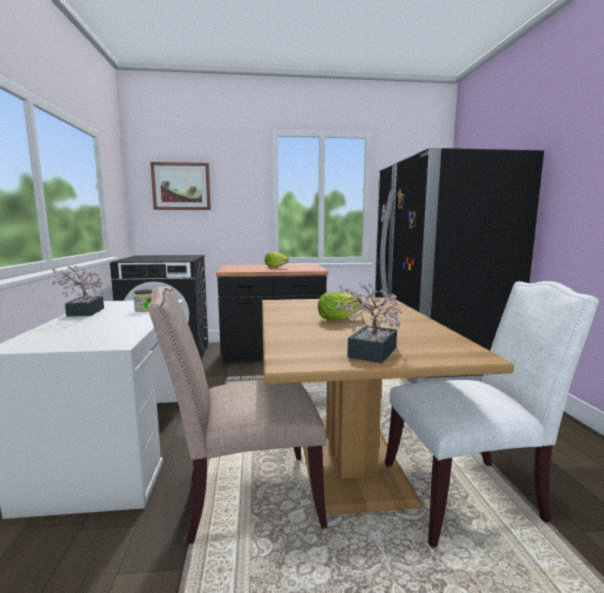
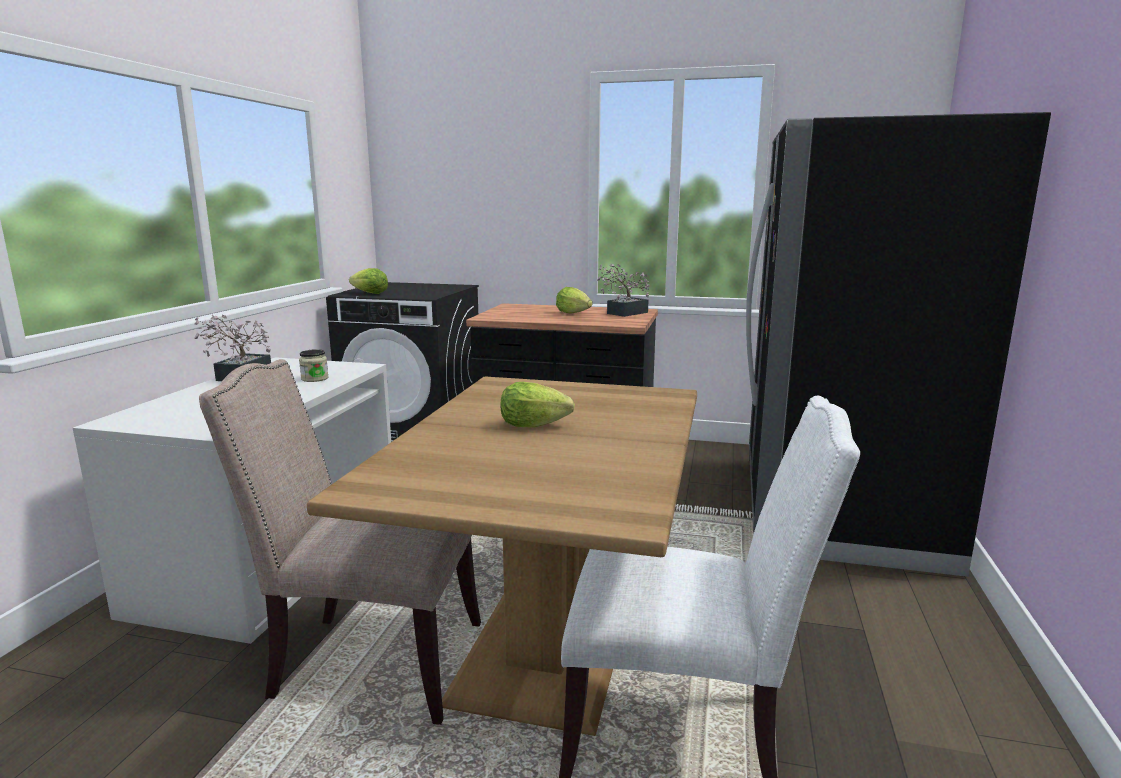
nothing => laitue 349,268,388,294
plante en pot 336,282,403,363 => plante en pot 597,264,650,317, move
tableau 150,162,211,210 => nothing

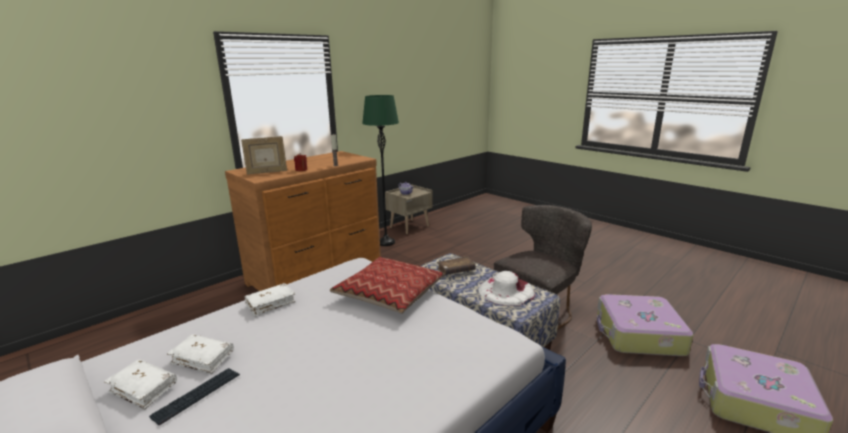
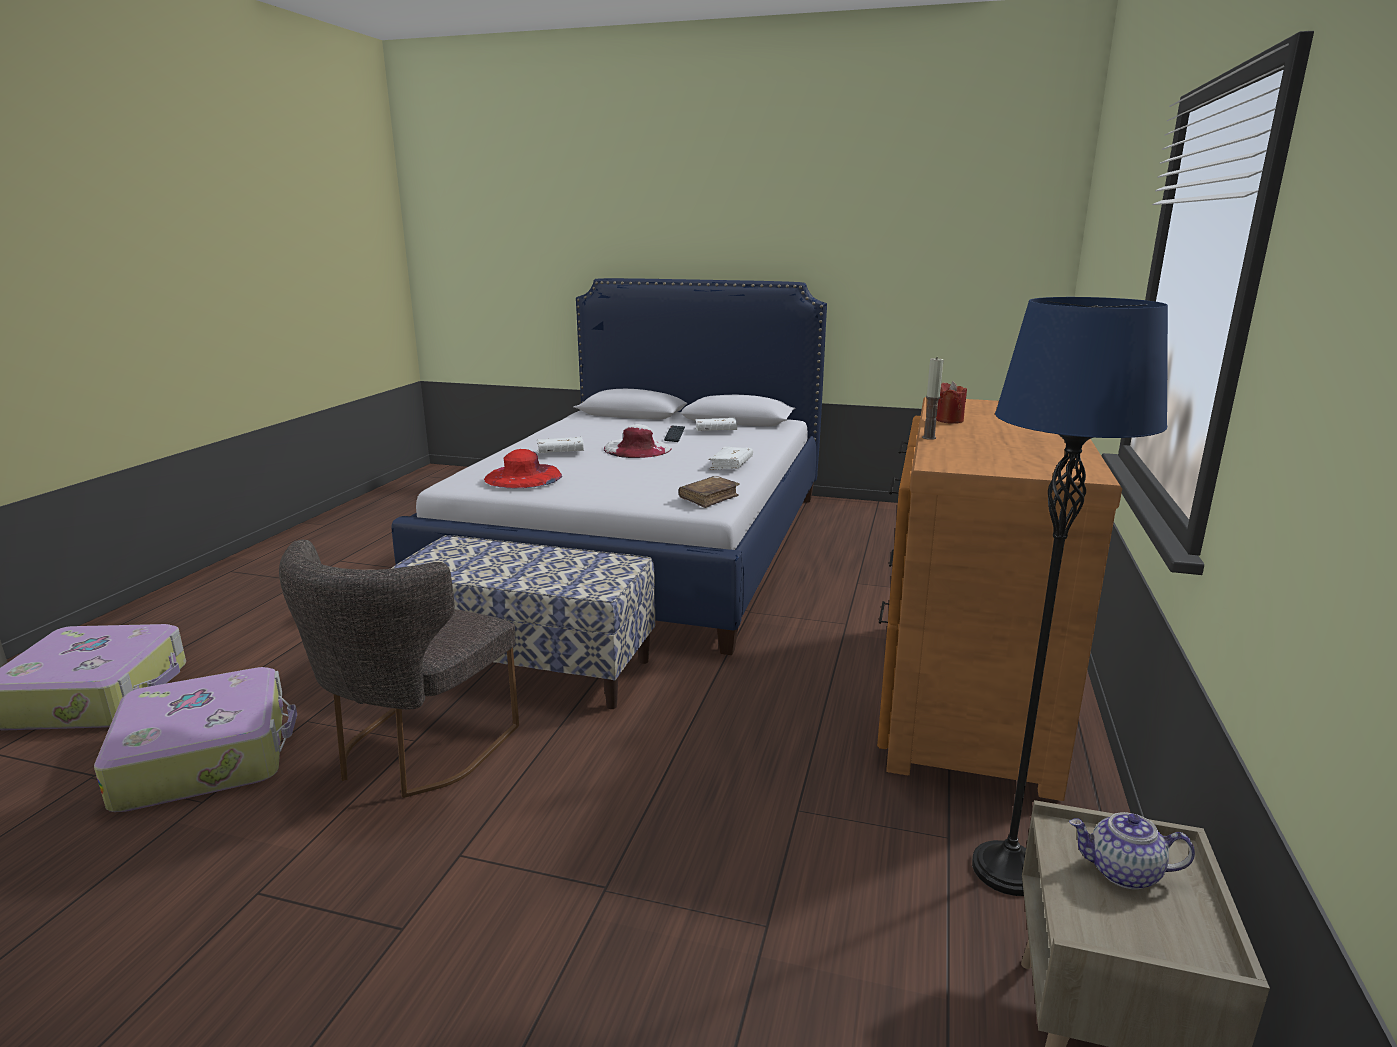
nothing => chapeau (rouge) 484,449,562,488
livre (blanc) 167,334,234,374 => livre (blanc) 537,437,584,453, move
chapeau (blanc) 479,271,535,306 => chapeau (blanc) 604,424,672,458, move
livre (marron) 437,256,476,275 => livre (marron) 679,476,740,508, move
lampadaire (vert) 362,95,399,246 => lampadaire (bleu) 972,297,1168,896
cadre photo 241,136,287,174 => nothing
coussin 330,257,445,314 => nothing

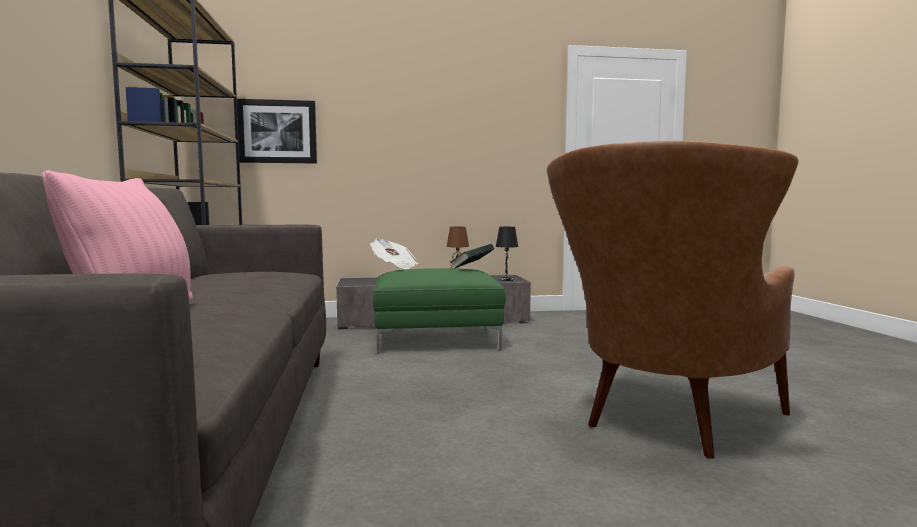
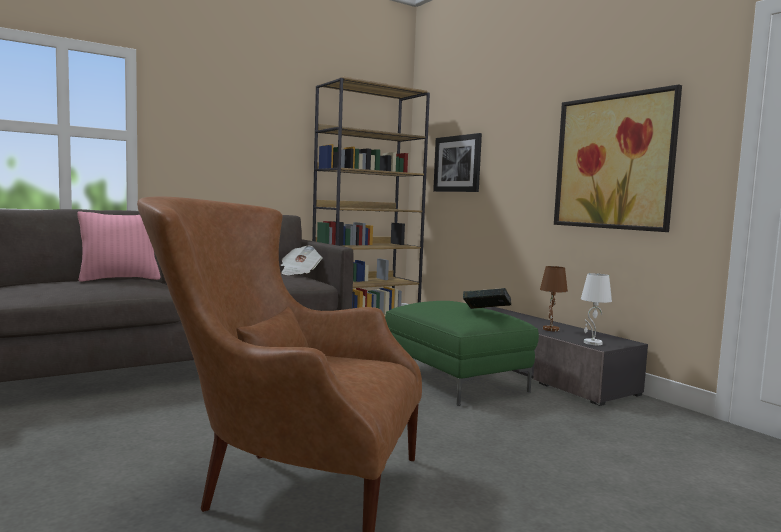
journal 370,239,419,269 => journal 280,246,323,275, move
nothing => tableau 554,84,682,232
lampe de table (noir) 496,227,518,281 => lampe de table (blanc) 581,273,612,345

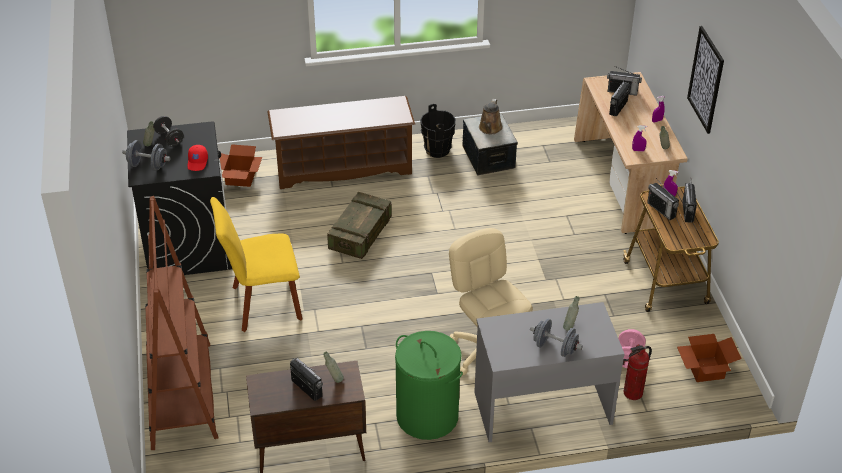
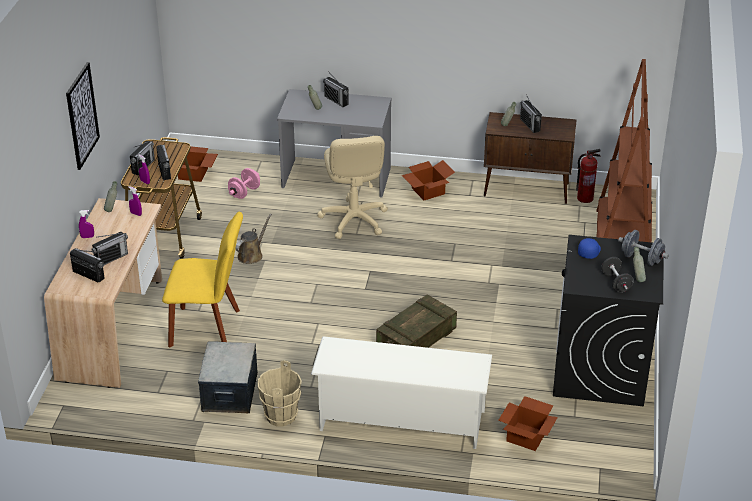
chaise (jaune) 210,197,302,332 => chaise (jaune) 162,212,243,347, move
arrosoir (marron) 479,99,503,134 => arrosoir (marron) 236,214,272,264, move
seau (noir) 420,104,456,158 => seau (beige) 257,360,302,427
étagère à chaussures (marron) 267,96,415,189 => étagère à chaussures (blanc) 311,336,492,449
haltère (gris) 530,319,583,357 => radio 323,71,349,107
panier à linge (vert) 395,331,463,440 => carton 402,160,455,200
extincteur 623,344,652,400 => extincteur 576,149,601,203, move
casquette (rouge) 188,145,208,171 => casquette (bleu) 578,238,601,259

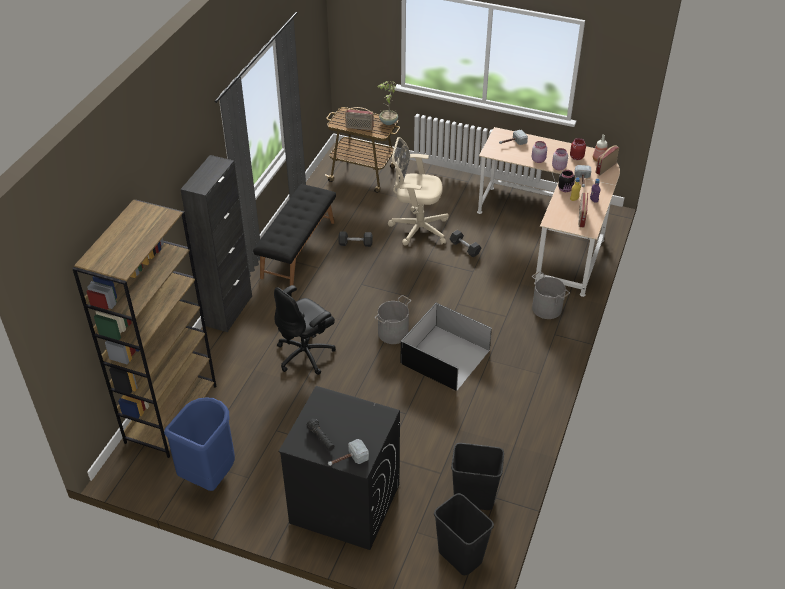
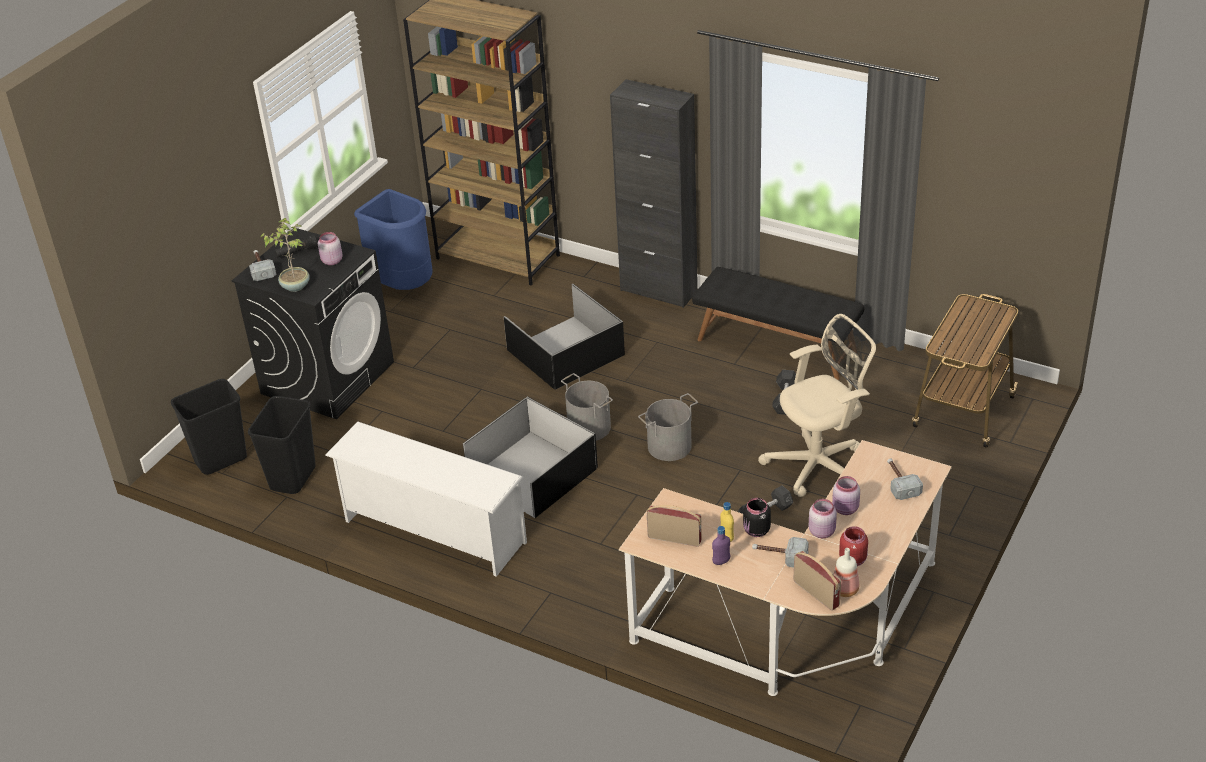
plante en pot 378,81,398,125 => plante en pot 261,218,310,292, move
nothing => bocal (rose) 318,232,343,265
nothing => étagère à chaussures (blanc) 325,422,527,577
chaise de bureau (noir) 274,285,336,375 => boîte de rangement (noir) 504,284,625,390
seau (gris) 532,271,570,319 => seau (gris) 638,393,698,461, move
chaise de bureau (beige) 388,137,449,246 => chaise de bureau (beige) 758,314,876,497, 45 degrees clockwise
radio 345,107,374,130 => nothing

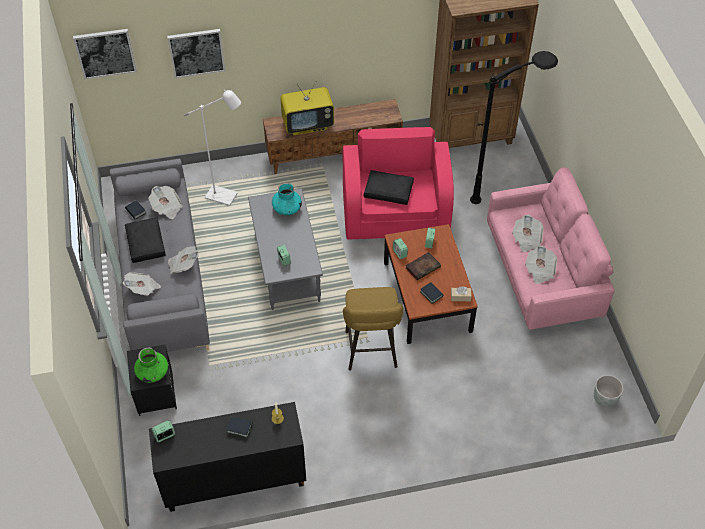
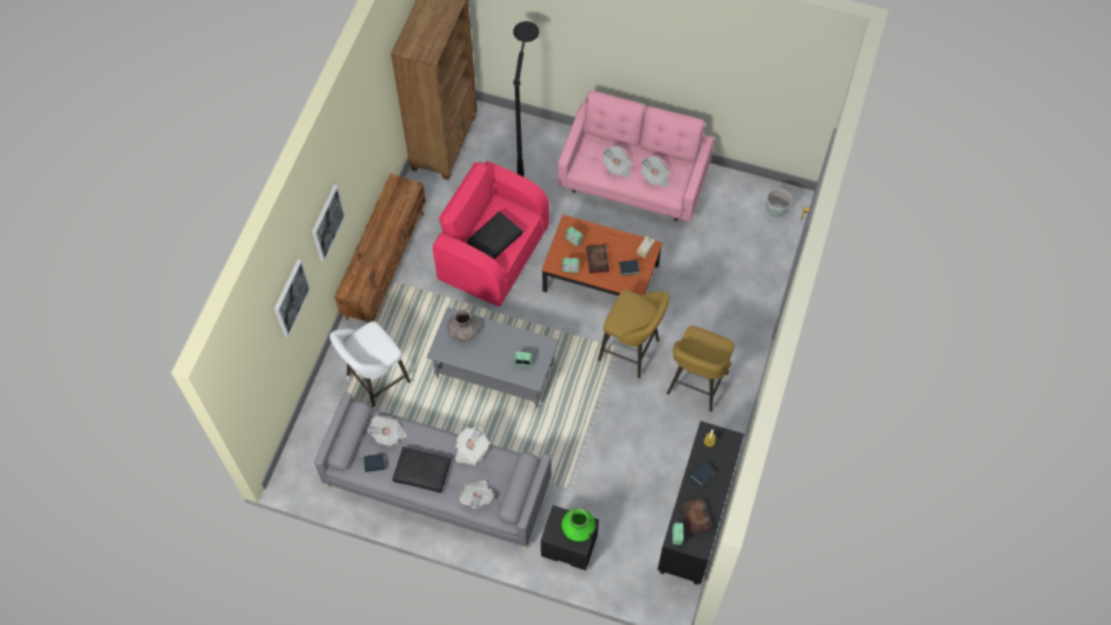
tableau 73,29,137,79 => tableau 312,185,346,262, move
lampadaire (blanc) 184,90,241,206 => tabouret (blanc) 330,321,412,409
vase (turquoise) 272,183,302,215 => vase (gris) 448,309,480,341
nothing => tabouret (jaune) 667,326,734,412
nothing => livre 682,498,712,535
téléviseur 280,81,334,135 => nothing

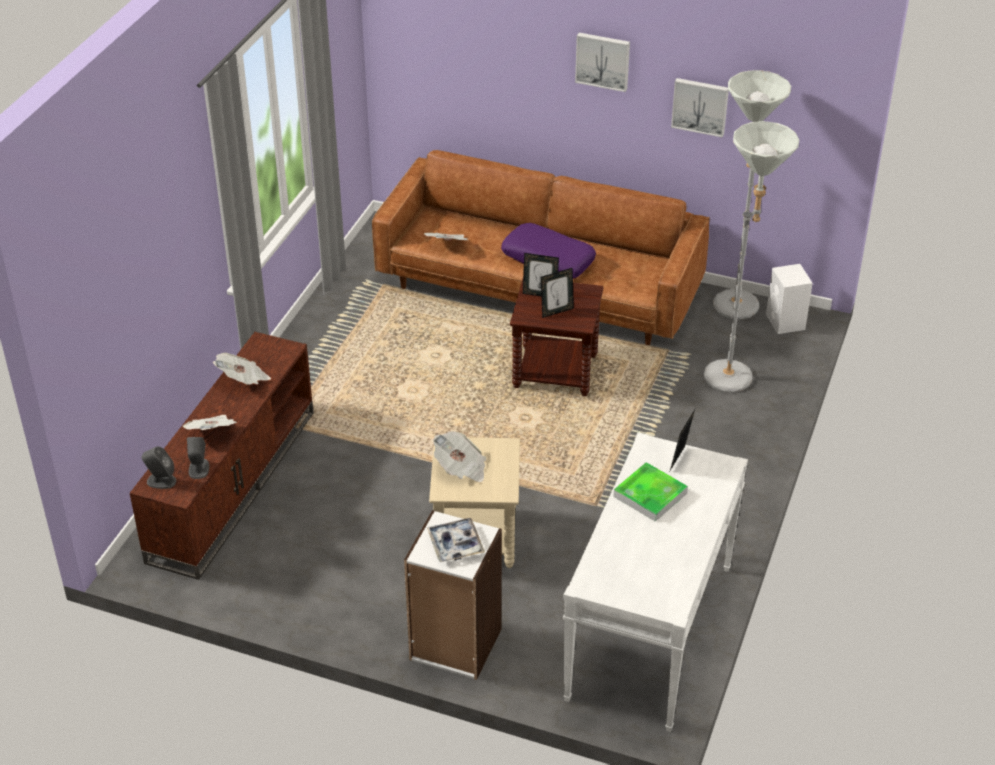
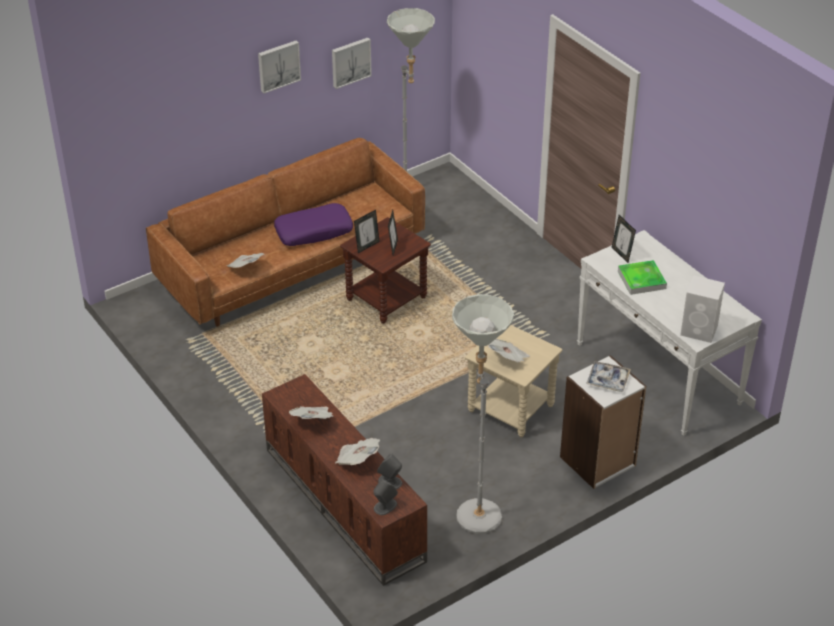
lampadaire (gris) 704,121,800,392 => lampadaire (gris) 452,294,514,534, move
enceinte (blanc) 766,264,813,334 => enceinte (blanc) 680,275,725,343, move

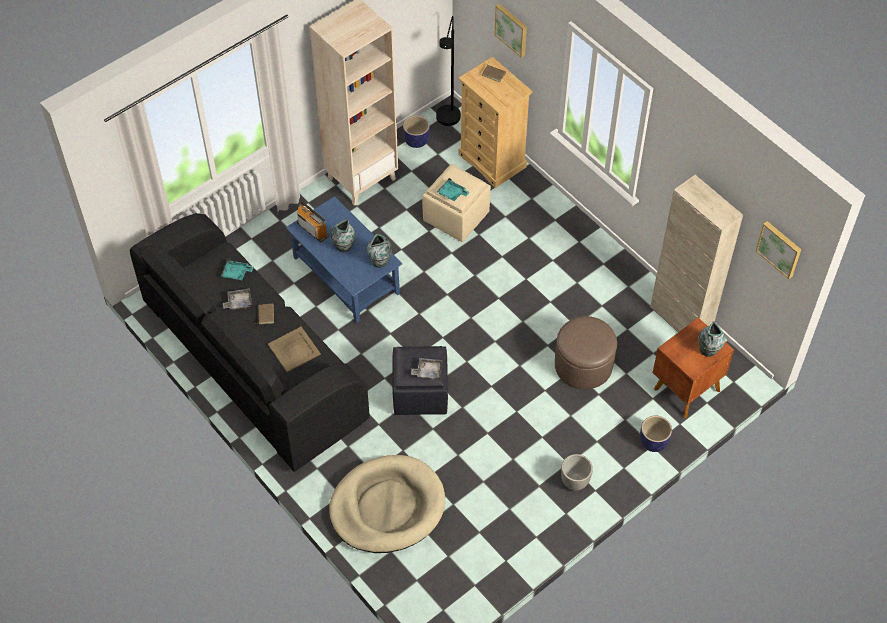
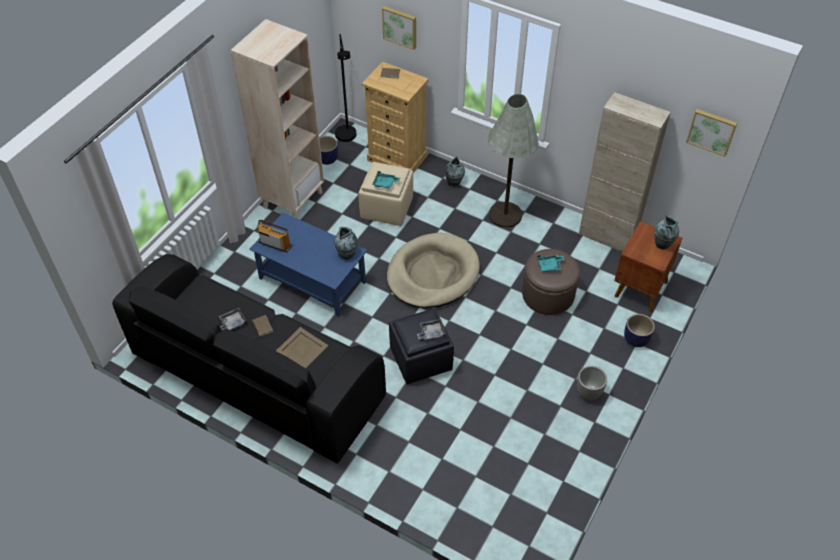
panier pour chien (beige) 329,455,445,553 => panier pour chien (beige) 387,233,480,308, move
vase 330,219,355,252 => vase 444,156,465,187, move
nothing => lampadaire (gris) 488,94,539,228
plateau (turquoise) 221,259,254,280 => plateau (turquoise) 537,255,565,272, move

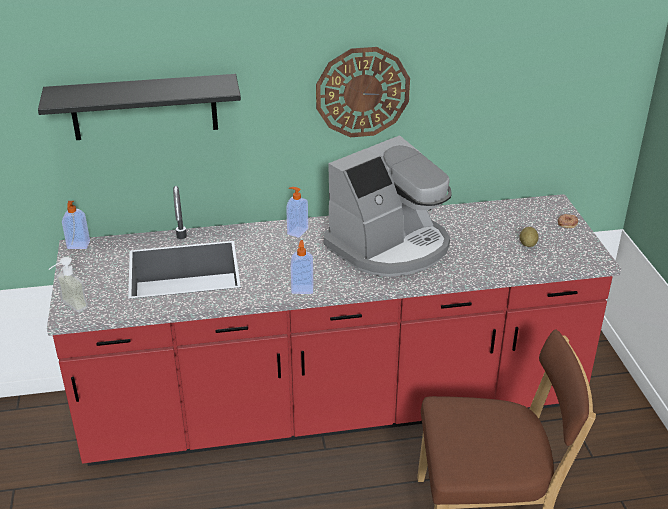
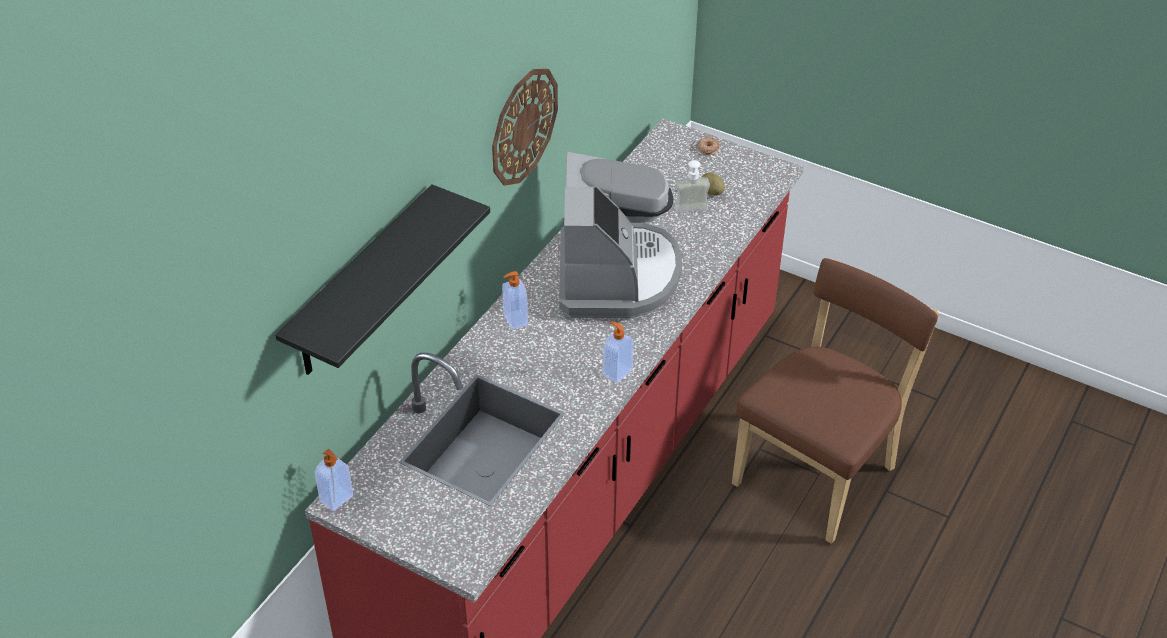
distributeur de savon 48,257,88,312 => distributeur de savon 675,160,710,213, move

